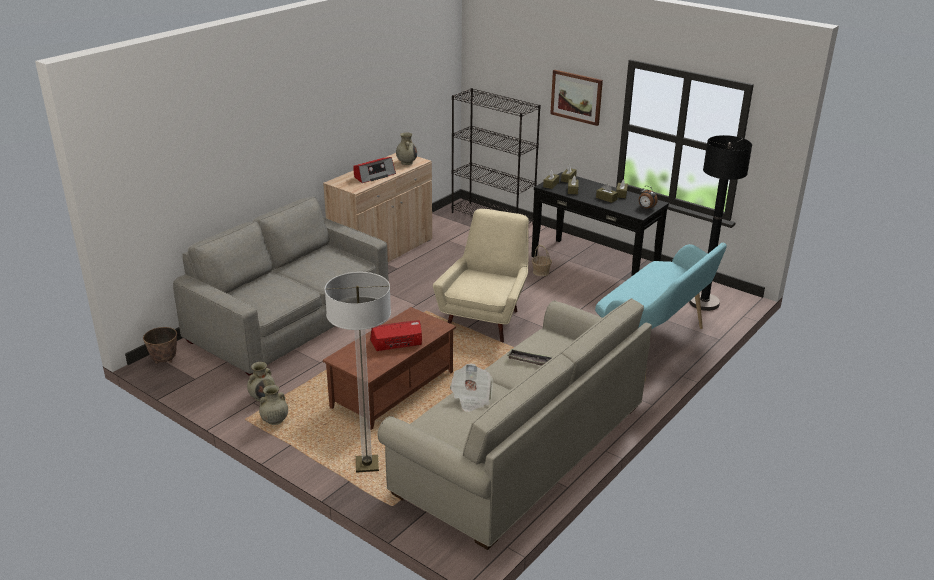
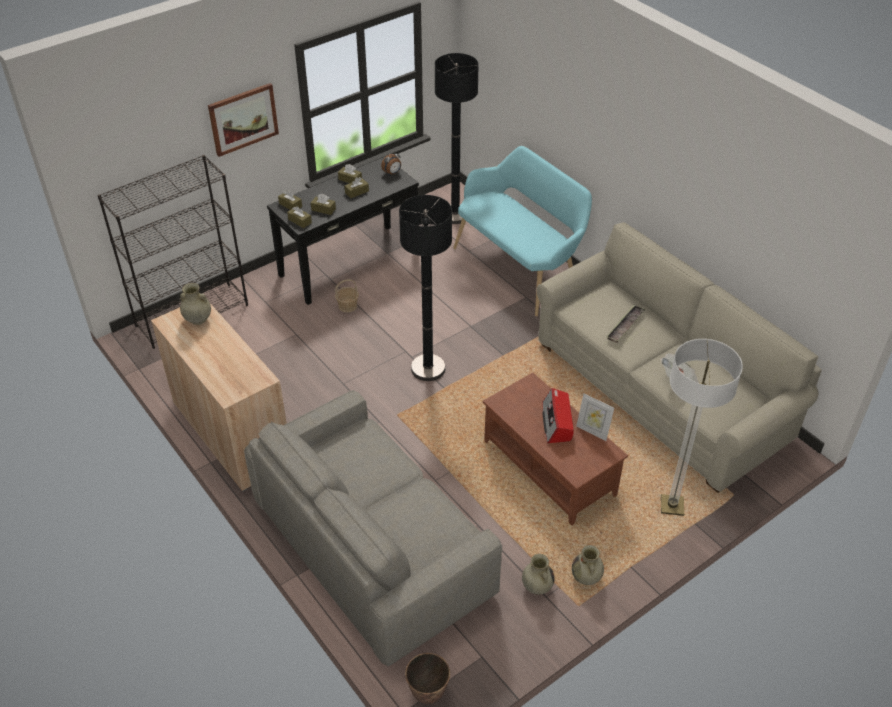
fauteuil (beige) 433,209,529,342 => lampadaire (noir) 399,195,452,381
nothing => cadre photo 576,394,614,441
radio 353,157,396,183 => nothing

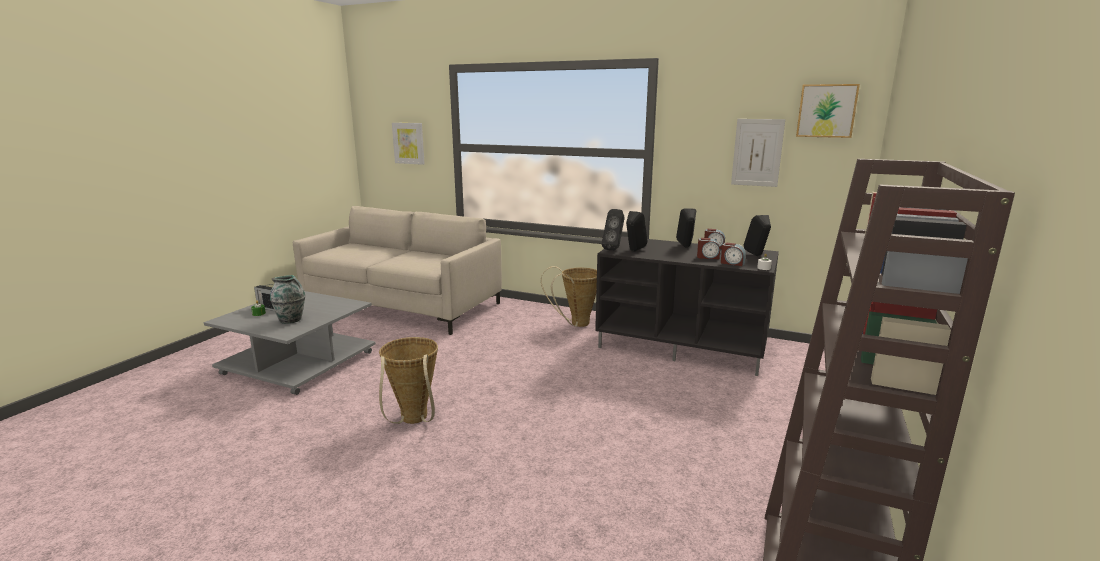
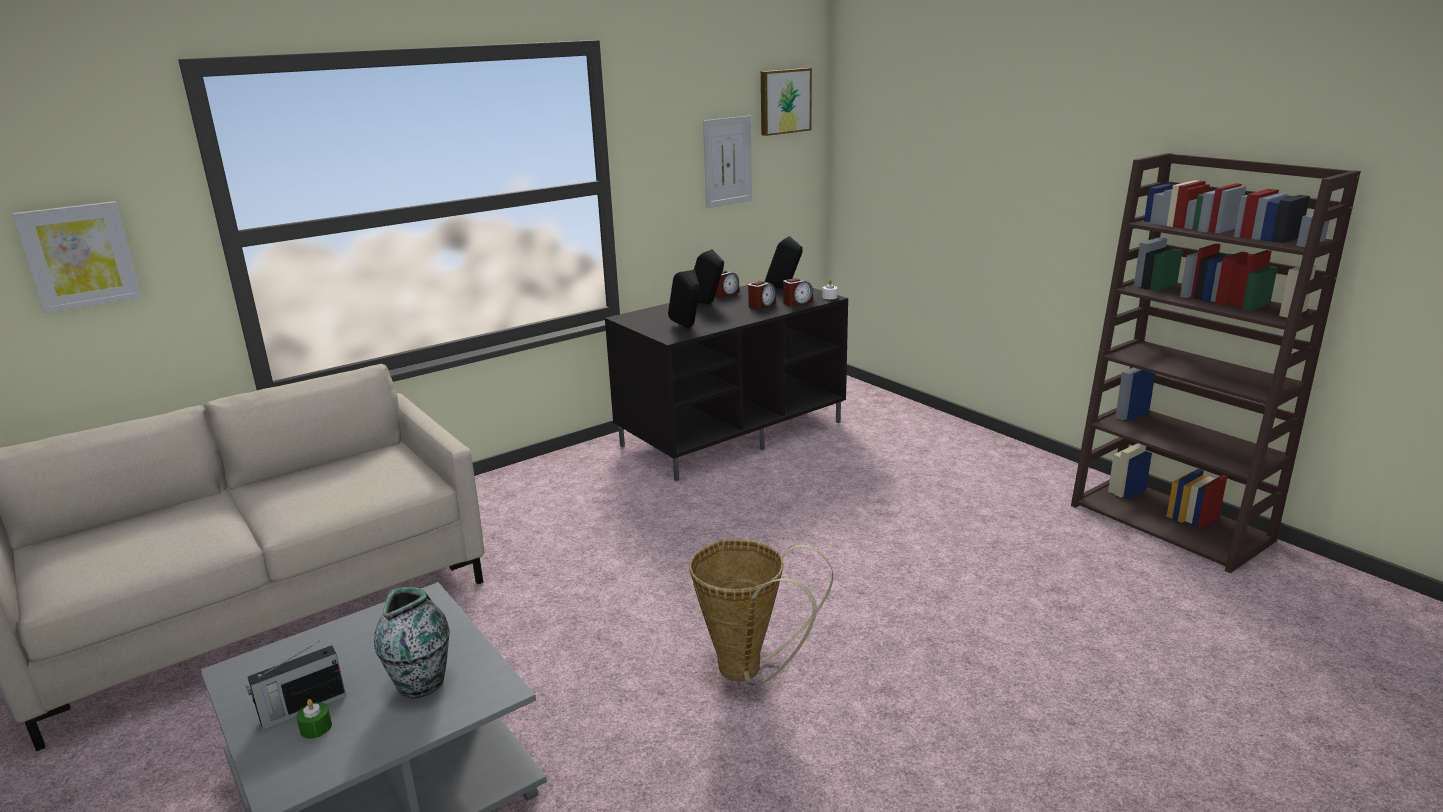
panier 541,266,597,327 => nothing
enceinte (noir) 602,209,625,251 => nothing

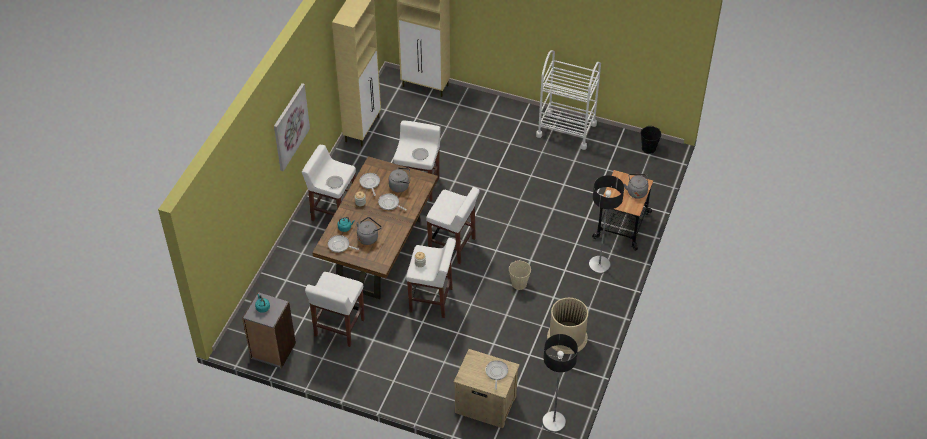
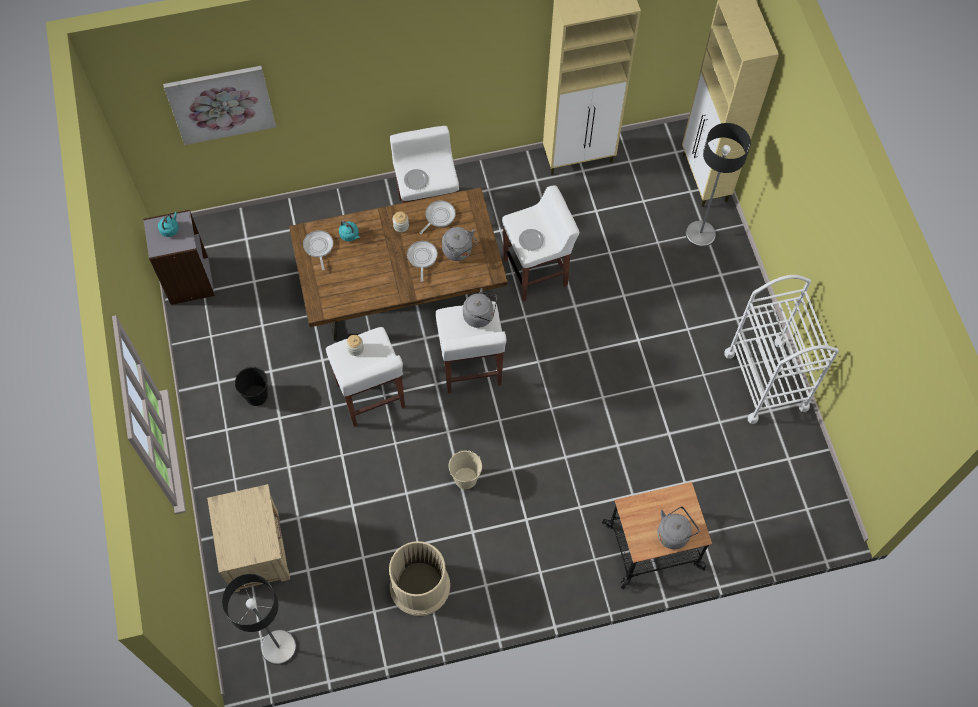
tableau 274,83,310,171 => tableau 163,66,276,145, move
seau (noir) 641,126,661,154 => seau (noir) 235,367,268,406, move
bouilloire (gris) 356,217,382,245 => bouilloire (gris) 463,288,497,328, move
lampadaire 589,175,624,274 => lampadaire 686,123,751,247, move
tabouret (blanc) 305,272,365,347 => nothing
poêle 486,360,508,390 => nothing

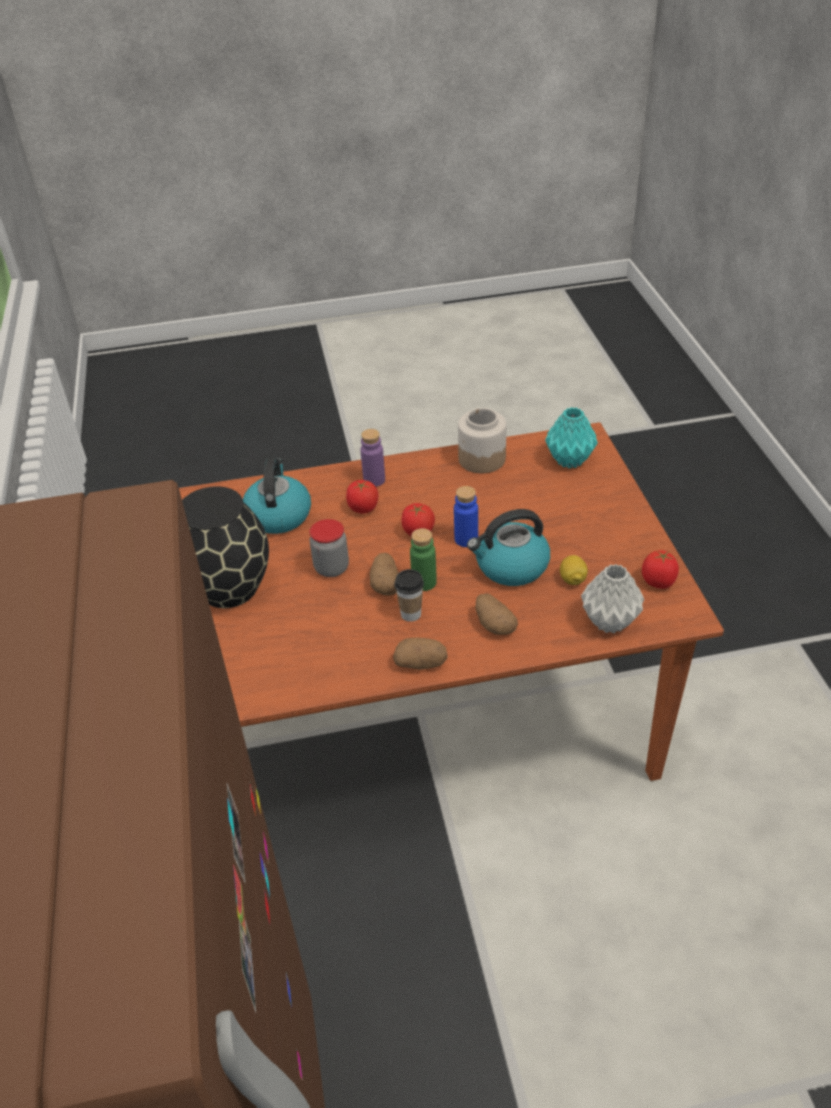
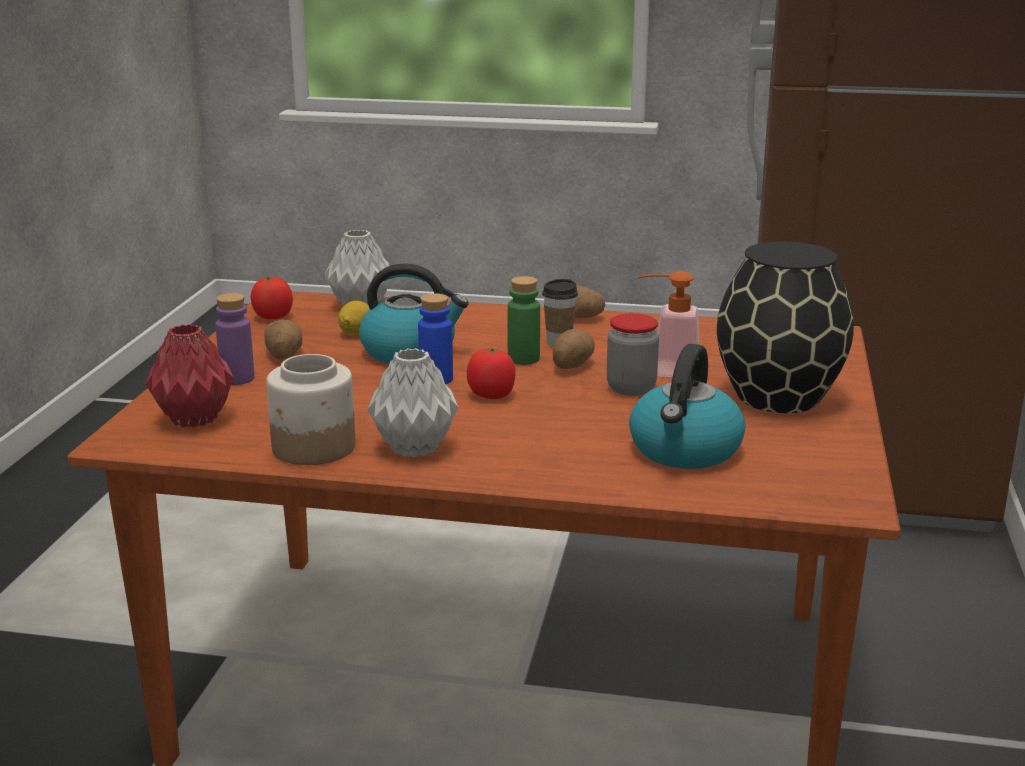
vase (turquoise) 545,407,598,469 => vase (rouge) 146,324,234,428
bouteille (violet) 360,429,385,487 => bouteille (violet) 215,293,255,385, move
pomme de terre 475,593,518,635 => pomme de terre 264,319,302,359, move
nothing => vase (gris) 368,348,458,457
nothing => distributeur de savon 637,271,699,379
tomate 346,480,378,514 => nothing

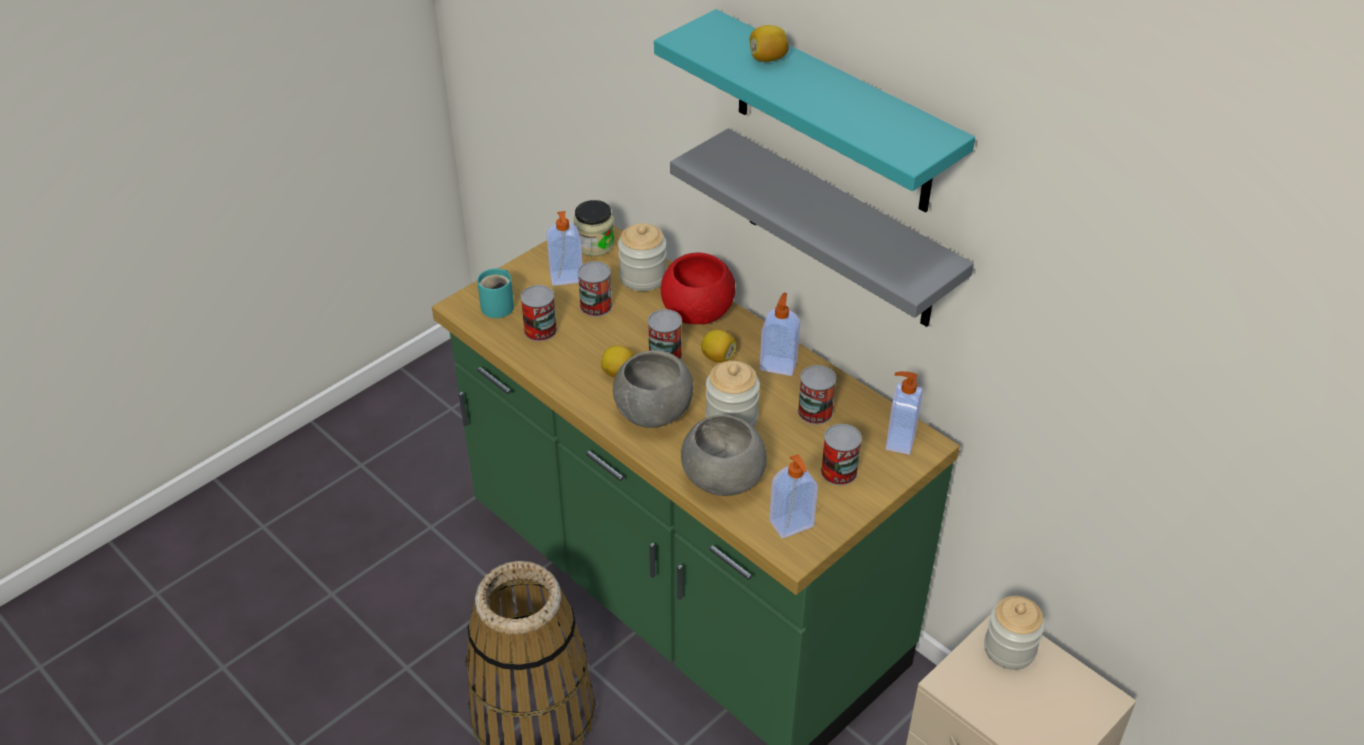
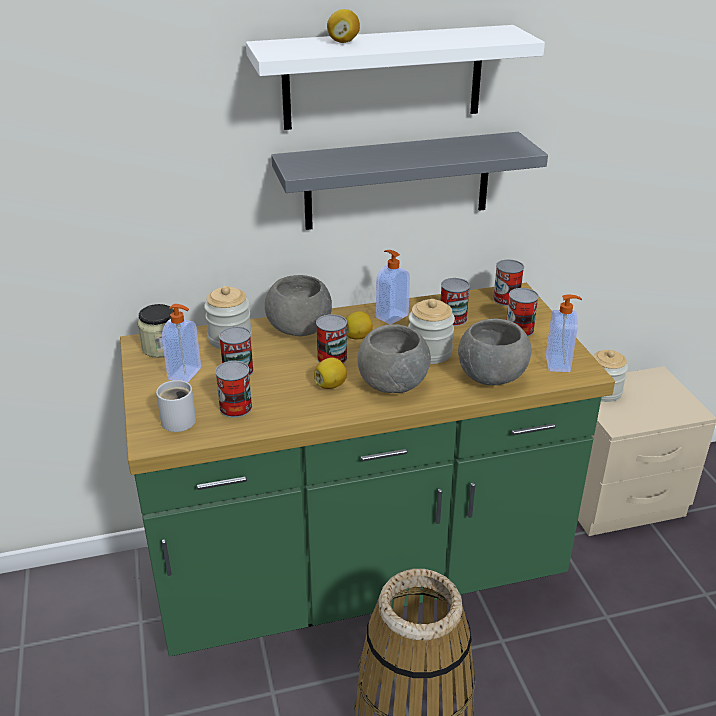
mug (turquoise) 477,268,514,318 => mug (blanc) 156,380,196,432
étagère (turquoise) 654,9,975,213 => étagère (blanc) 246,25,545,130
bol (rouge) 661,253,735,324 => bol (gris) 265,275,332,336
distributeur de savon 886,371,923,455 => boîte métallique 493,260,524,306

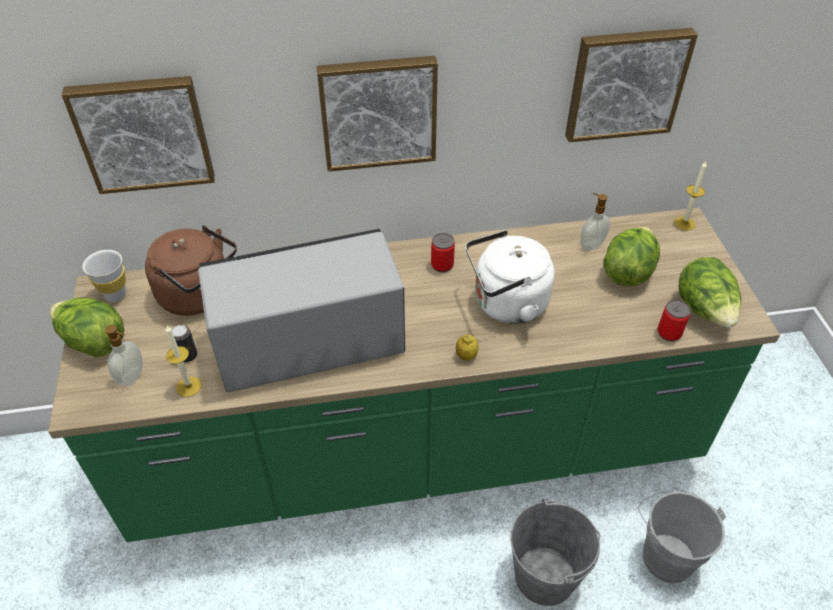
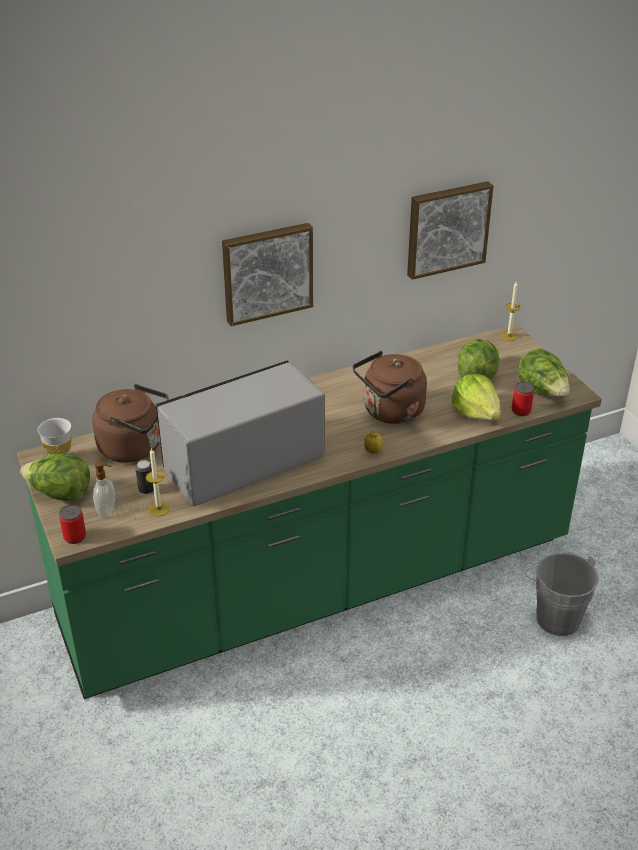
boîte métallique 431,233,455,272 => boîte métallique 59,505,86,544, move
bouilloire (blanc) 466,230,555,324 => bouilloire (marron) 353,351,427,424
nothing => laitue 452,374,501,420
tableau 62,76,215,194 => nothing
seau (gris) 510,498,601,606 => nothing
distributeur de savon 580,193,610,251 => nothing

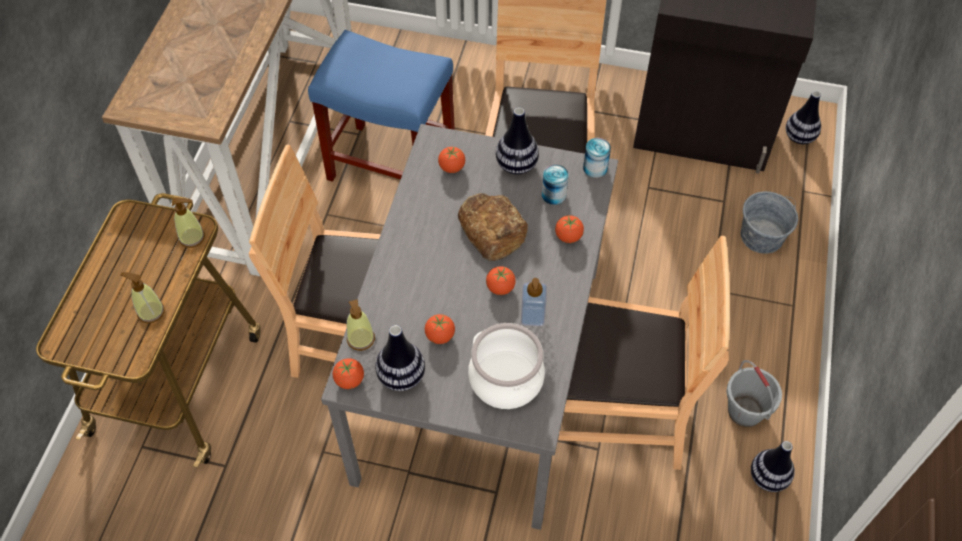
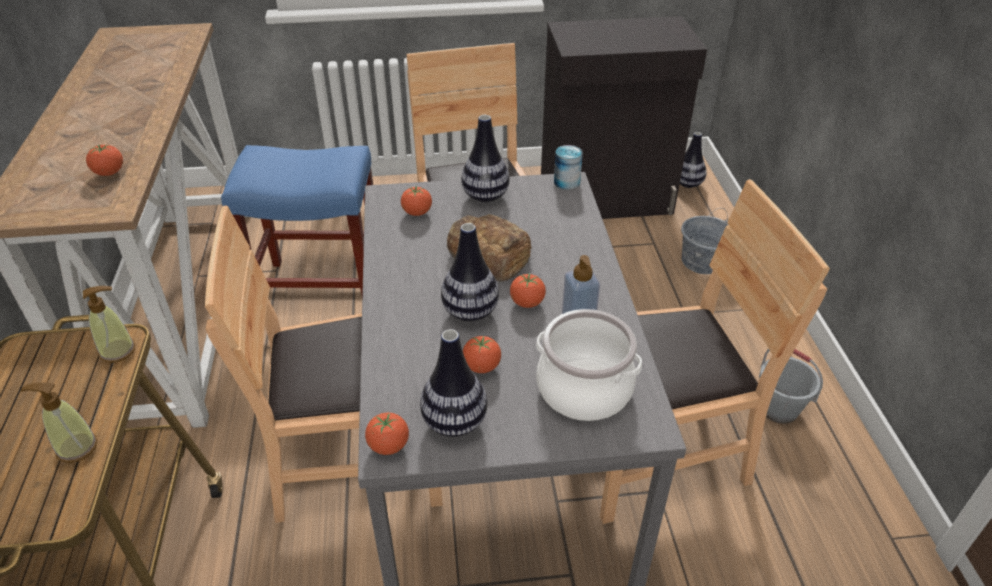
tomate 555,215,584,243 => tomate 86,144,123,176, move
vase 751,441,795,492 => vase 441,223,499,321, move
distributeur de savon 346,299,375,351 => nothing
boîte métallique 542,164,569,205 => nothing

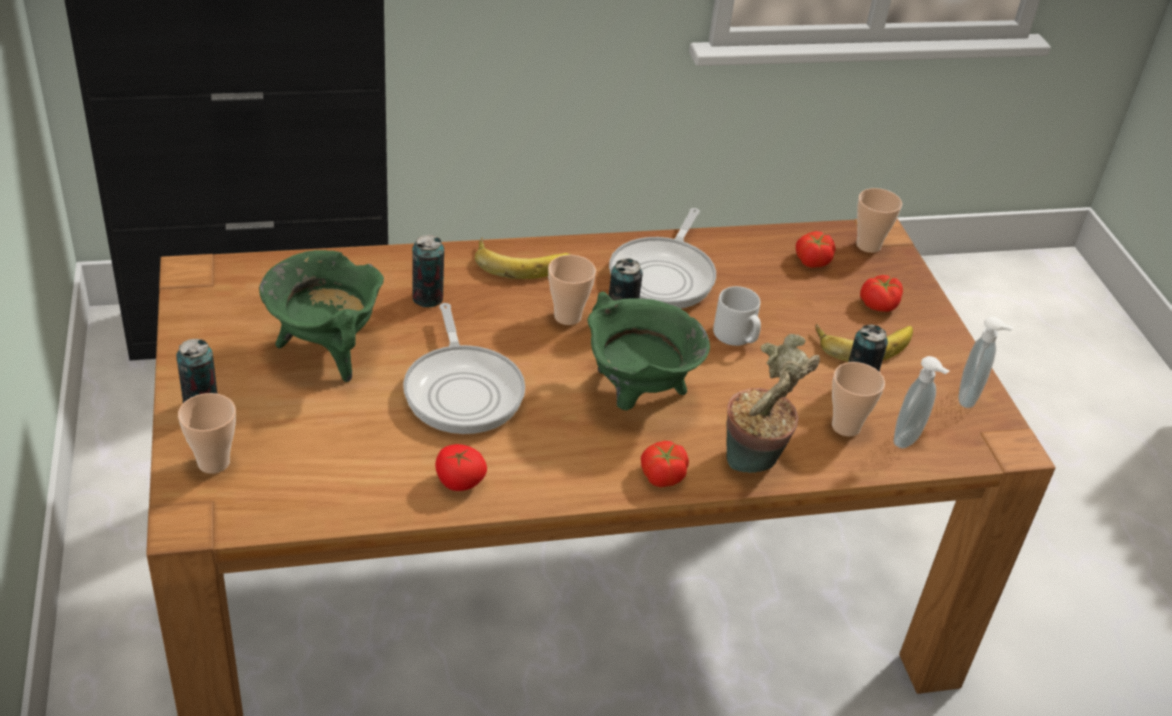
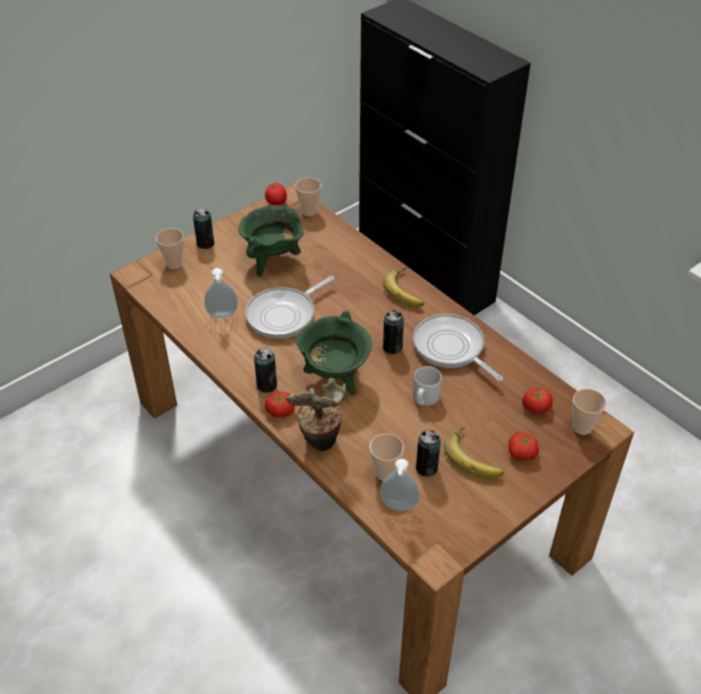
distributeur de savon 958,317,1013,408 => distributeur de savon 205,268,238,318, move
boîte métallique 412,235,444,307 => boîte métallique 254,348,277,393, move
tomate 435,444,487,491 => tomate 265,183,287,205, move
tasse 548,255,596,325 => tasse 295,178,321,216, move
poêle 609,208,716,309 => poêle 413,314,503,381, 60 degrees clockwise

